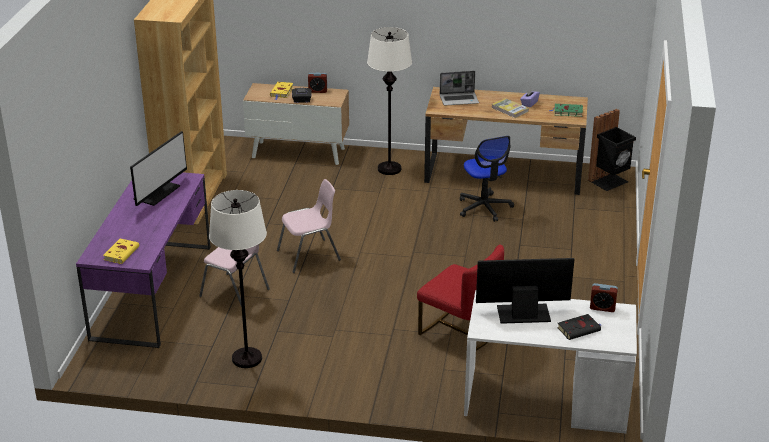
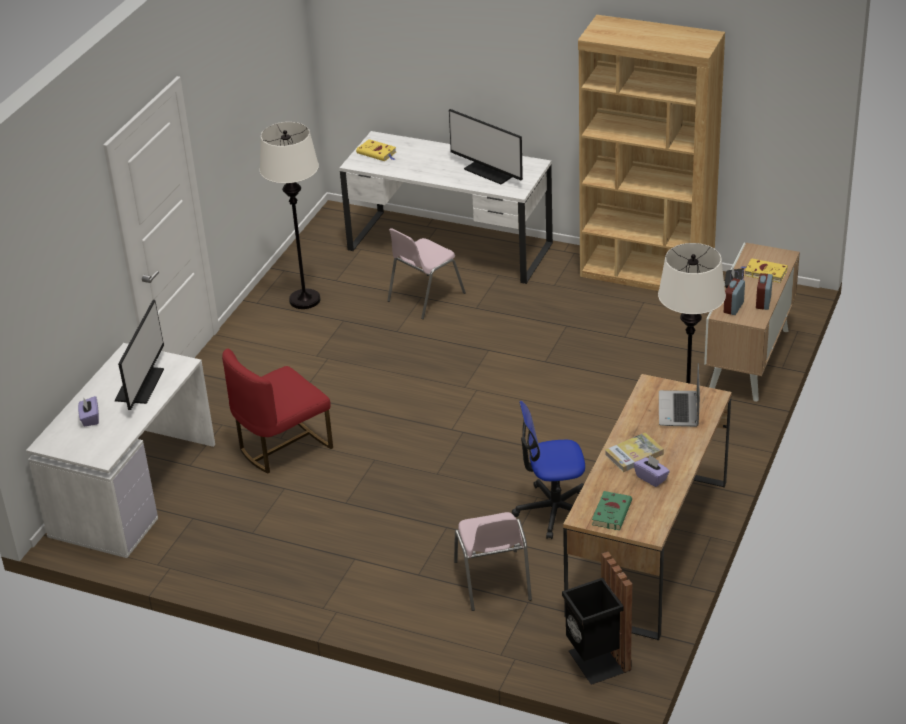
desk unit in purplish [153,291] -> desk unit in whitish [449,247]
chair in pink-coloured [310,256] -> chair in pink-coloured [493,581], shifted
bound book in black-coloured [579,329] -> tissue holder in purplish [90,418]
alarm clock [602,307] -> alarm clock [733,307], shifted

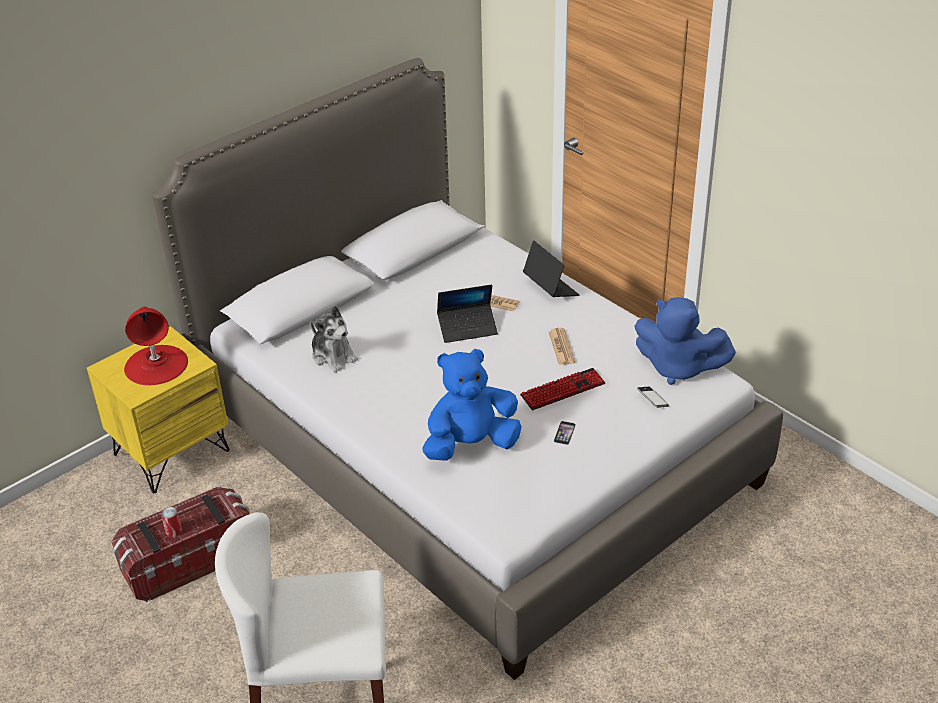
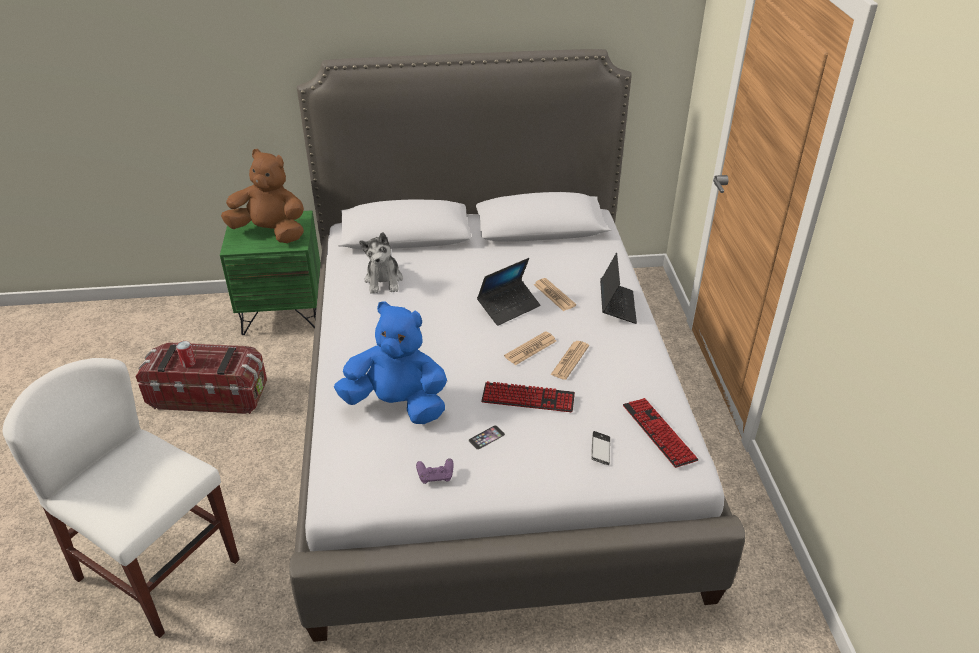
night table in yellowish [171,452] -> night table in green-coloured [283,312]
lamp for a table in red-coloured [156,365] -> cuddly toy in brownish [271,232]
notebook computer [467,328] -> notebook computer [509,307], 60 degrees counterclockwise
cuddly toy in bluish [677,367] -> keyboard [659,433]
none -> game controller in purplish [435,476]
none -> printed paper [530,349]

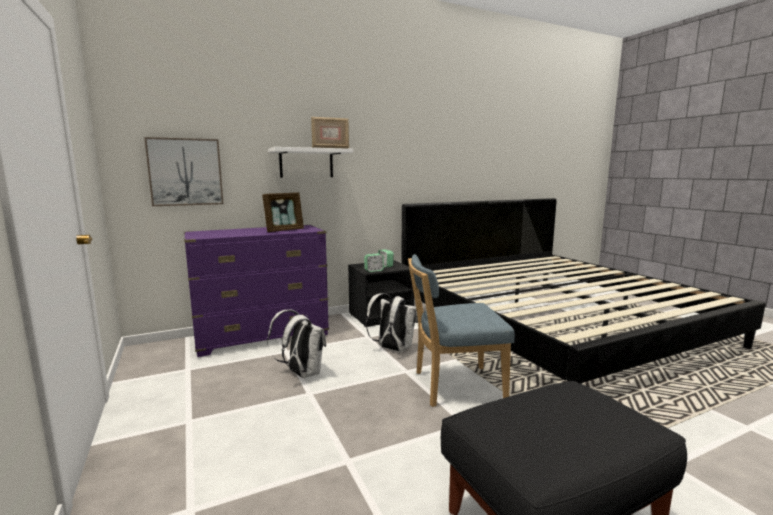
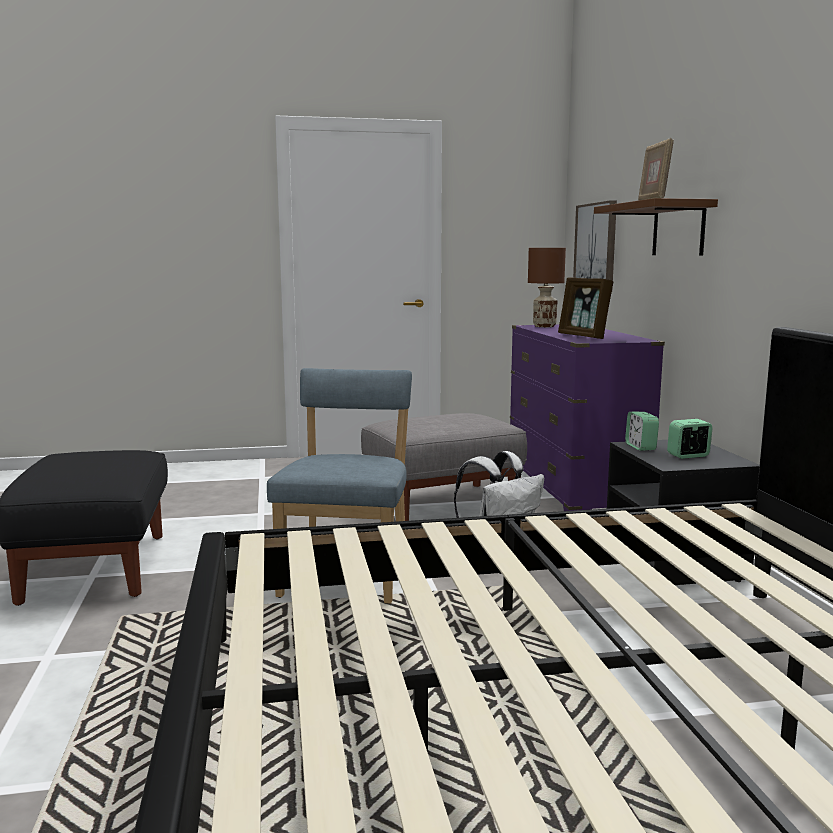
backpack in whitish [301,373] -> pouffe in grey [443,504]
shelf in whitish [306,163] -> shelf in brownish [678,229]
none -> lamp for a table in brownish [544,326]

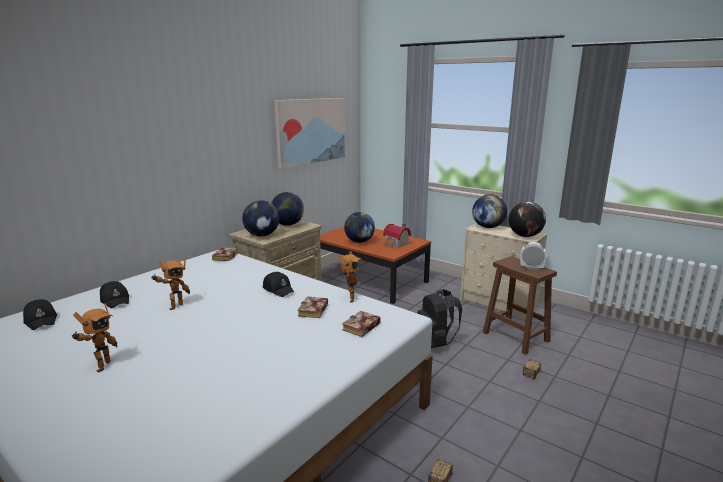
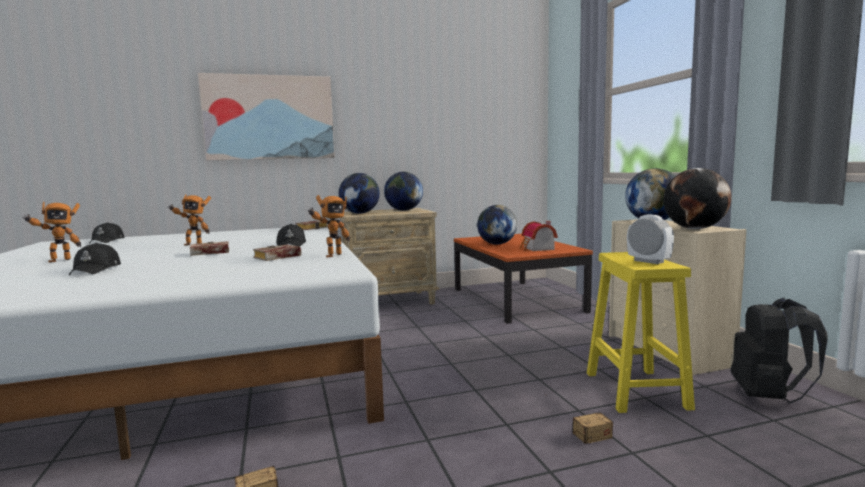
peaked cap in black-coloured [115,300] -> peaked cap in black-coloured [96,269], shifted
wall picture [310,131] -> wall picture [269,118], shifted
bound book [361,328] -> bound book [208,253], shifted
backpack in black-coloured [436,343] -> backpack in black-coloured [768,396], shifted
stool seat in brownish [516,337] -> stool seat in yellowish [637,391]

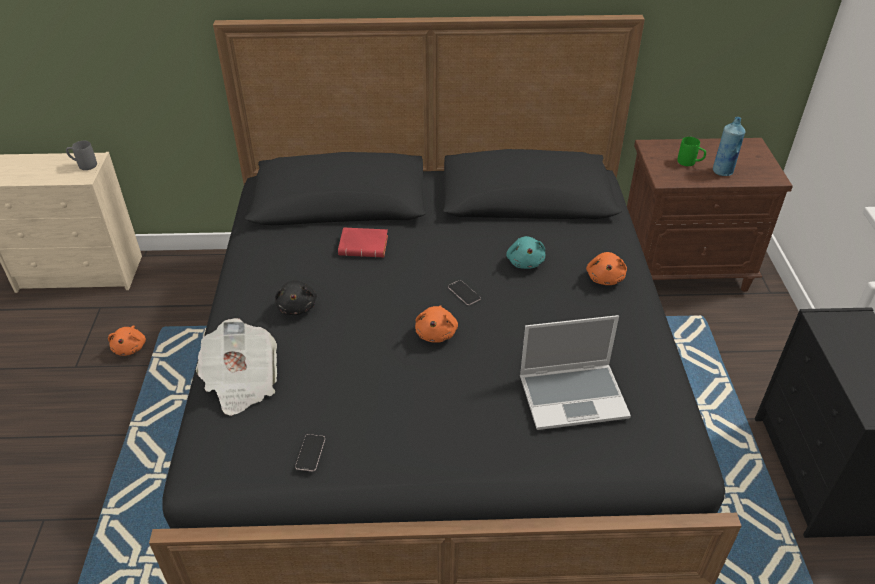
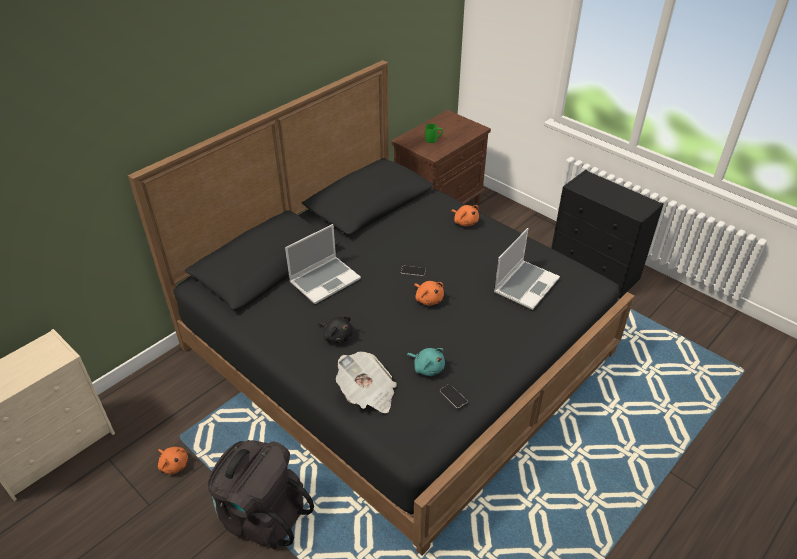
tea mug in grey [83,165] -> none
bound book in red-coloured [365,246] -> notebook computer [325,280]
cuddly toy in turquoise-coloured [525,261] -> cuddly toy in turquoise-coloured [427,367], shifted
drink bottle in bluish [722,171] -> none
none -> backpack in black-coloured [261,515]

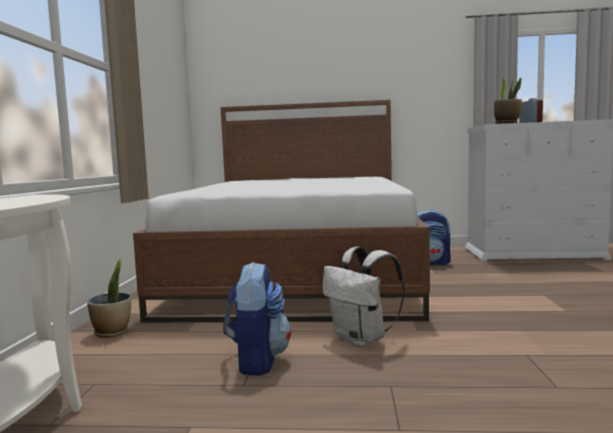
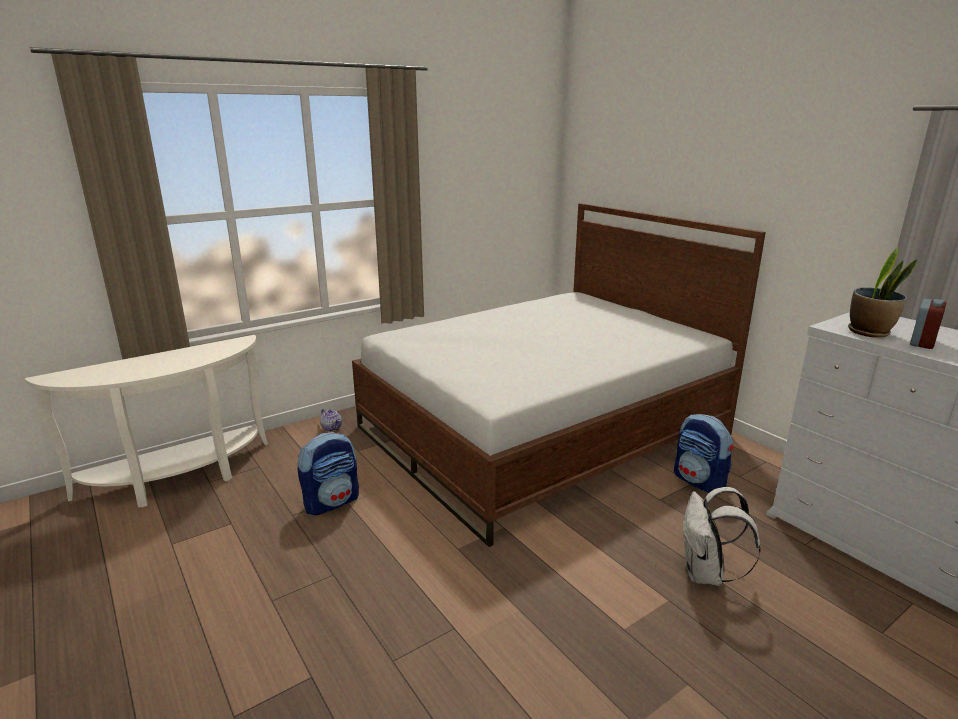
houseplant [112,332] -> teapot [332,428]
backpack in whitish [362,339] -> backpack in whitish [706,574], shifted

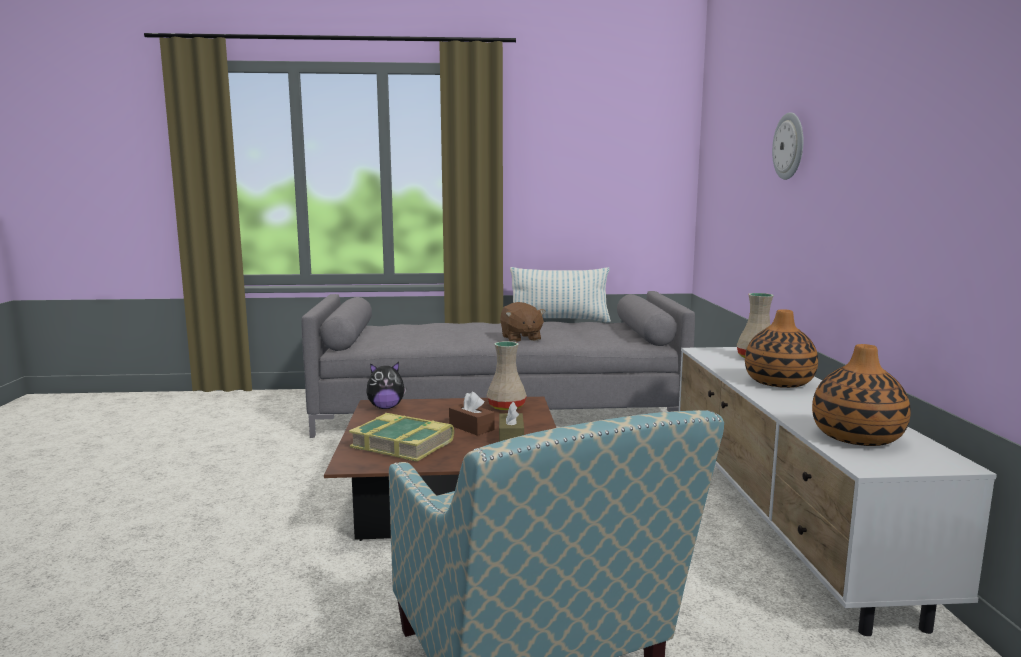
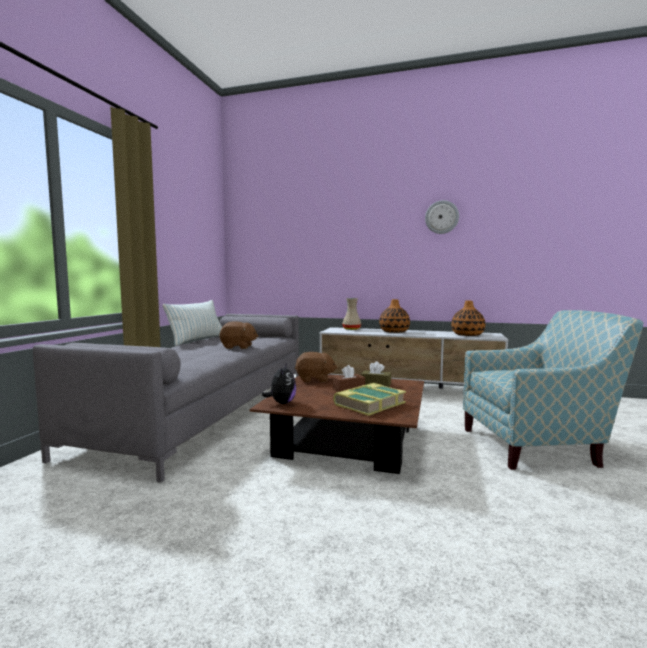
vase in beige [506,406] -> cuddly toy in brownish [314,380]
clock on the wall [789,146] -> clock on the wall [441,217], shifted

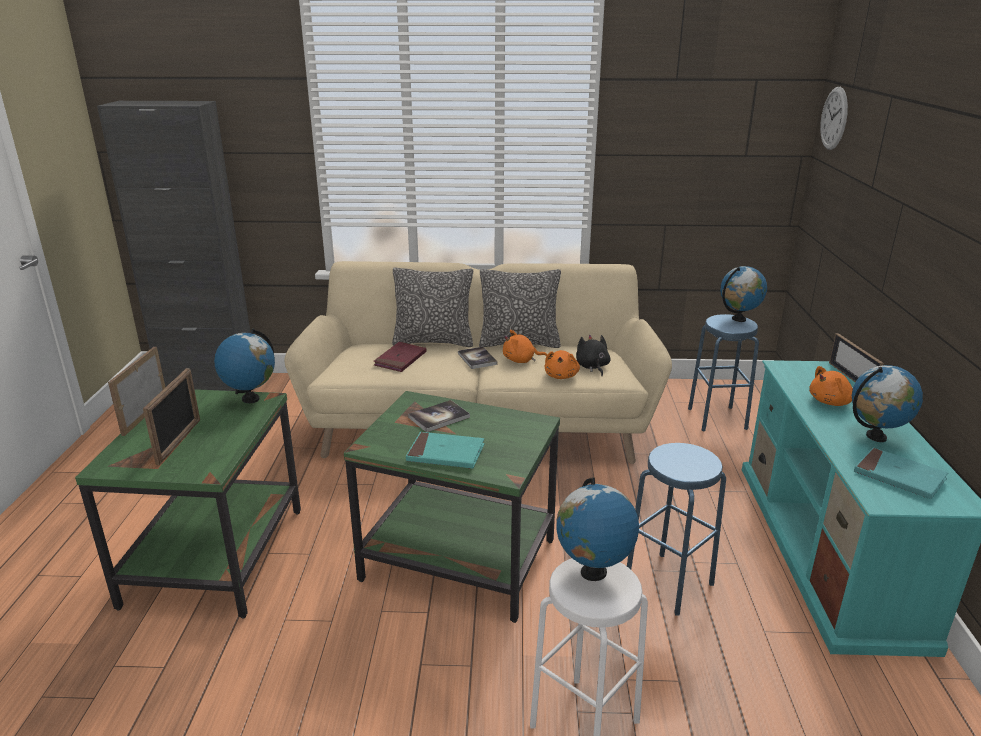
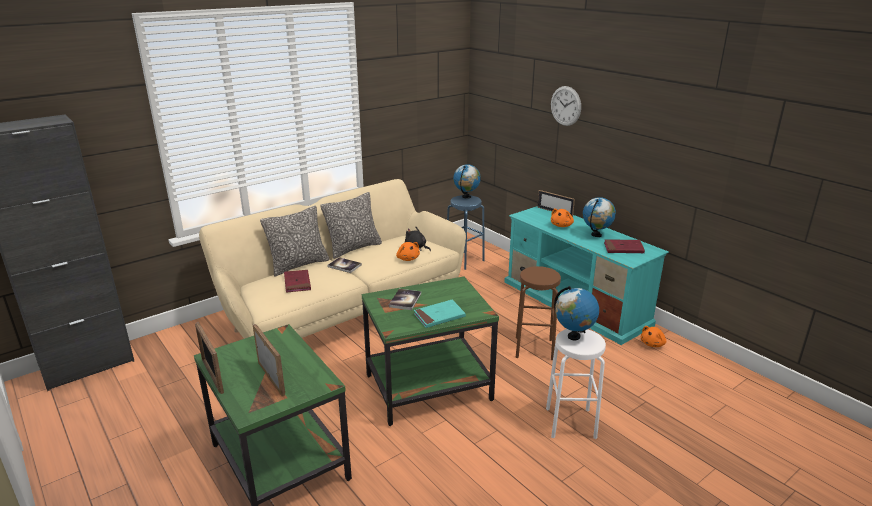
globe [250,399] -> none
cuddly toy in orange-coloured [521,360] -> cuddly toy in orange-coloured [653,344], shifted
stool seat in bluish [668,583] -> stool seat in brownish [534,348]
clock on the wall [834,118] -> clock on the wall [565,106], shifted
bound book in turquoise-coloured [899,476] -> bound book in red-coloured [623,248]

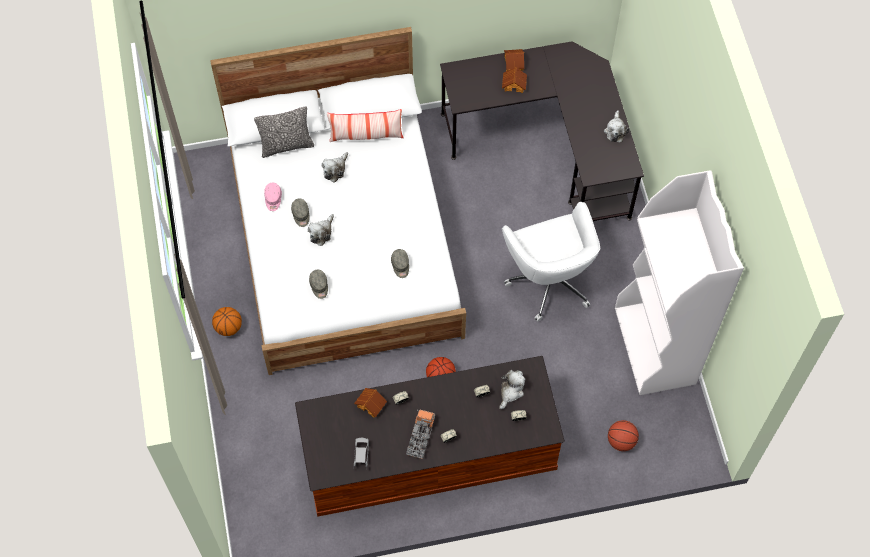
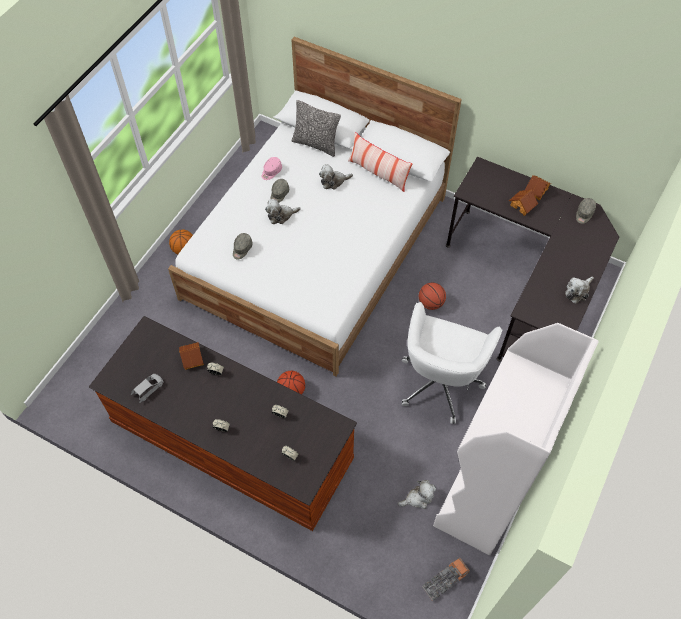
peaked cap in grey [400,265] -> peaked cap in grey [584,214], shifted
toy truck [420,436] -> toy truck [445,580], shifted
cuddly toy [511,391] -> cuddly toy [418,498], shifted
basketball [621,441] -> basketball [431,303], shifted

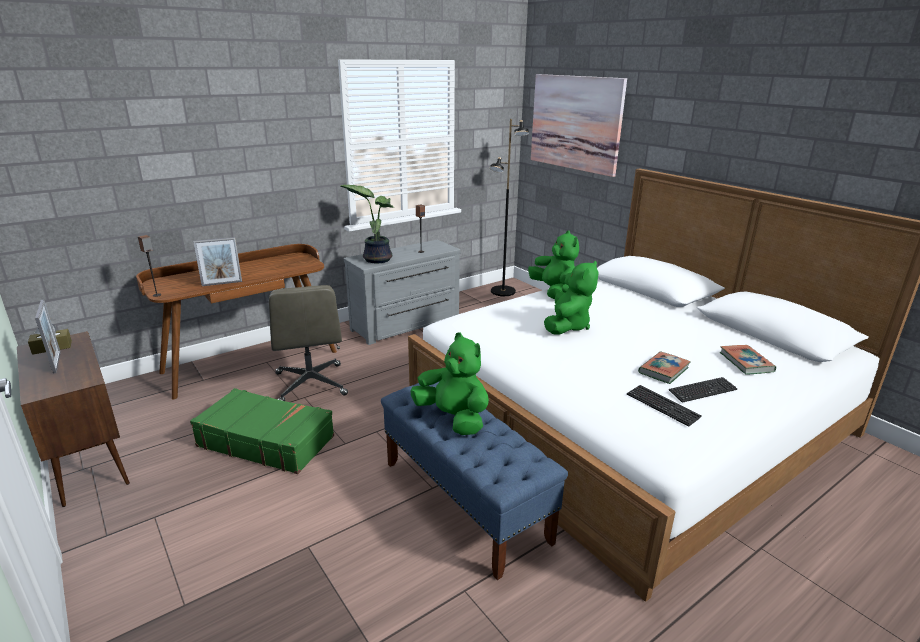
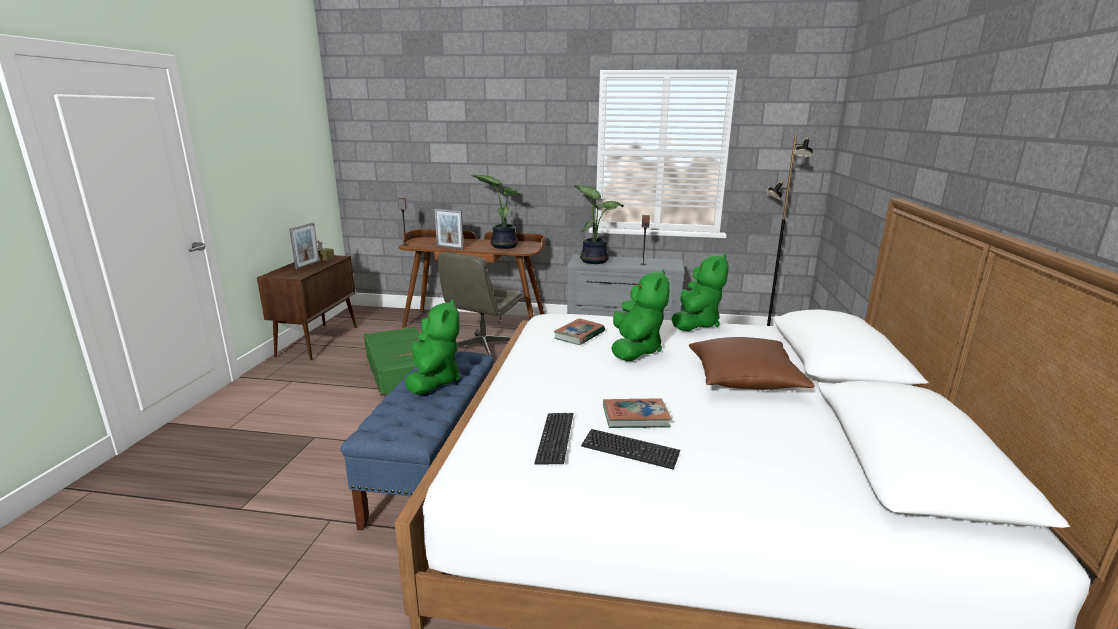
wall picture [575,123] -> none
cuddly toy in green-coloured [567,326] -> cuddly toy in green-coloured [635,350], 60 degrees counterclockwise
bound book [746,362] -> bound book [579,335], shifted
none -> houseplant [503,246]
none -> cushion in brownish [744,379]

